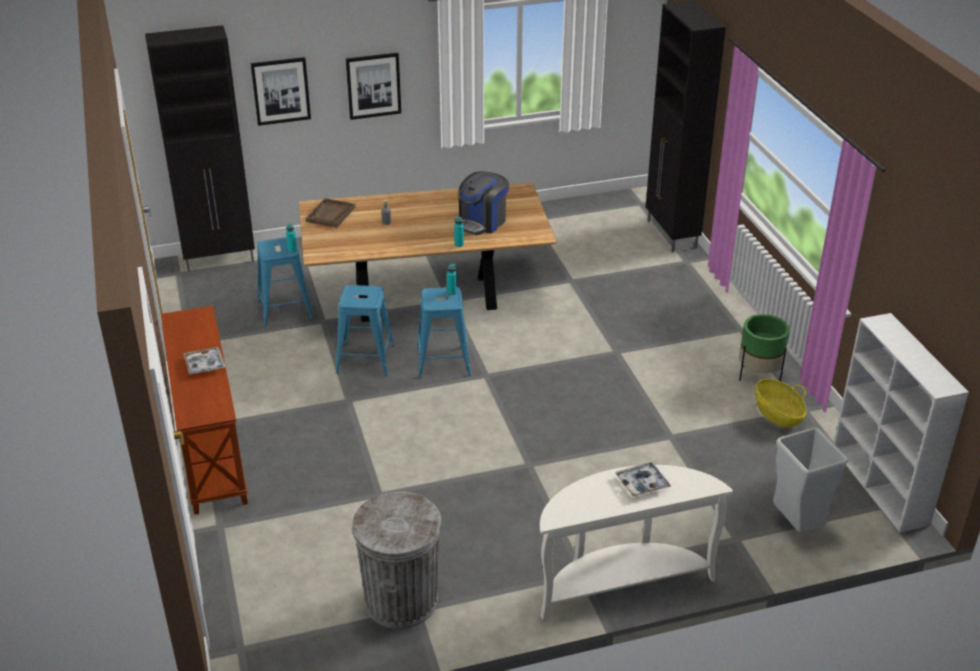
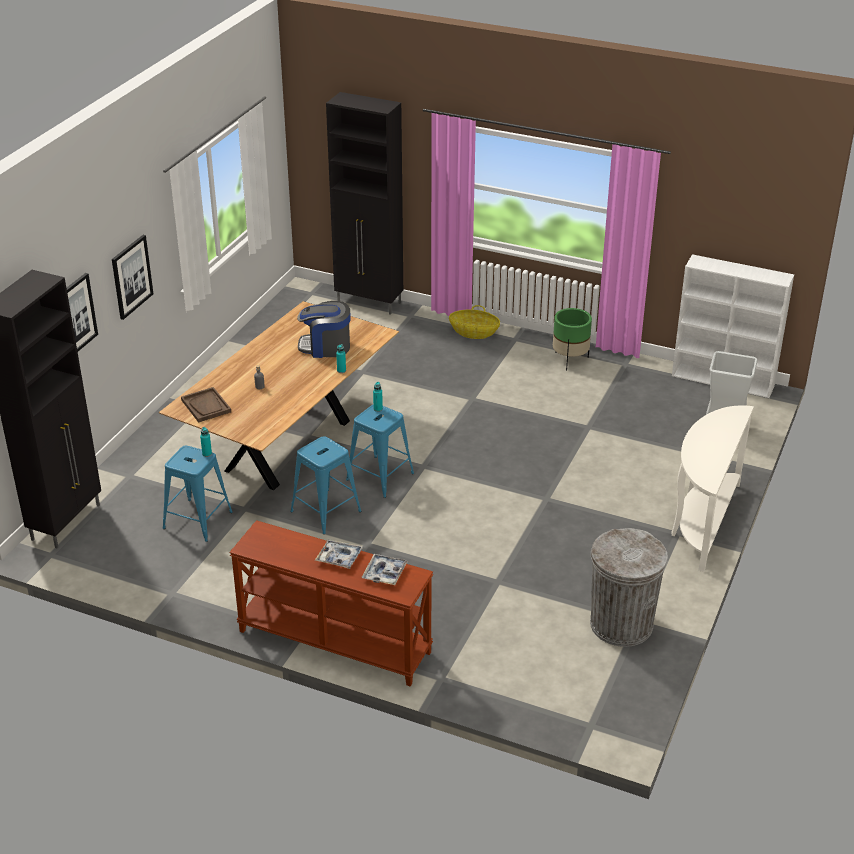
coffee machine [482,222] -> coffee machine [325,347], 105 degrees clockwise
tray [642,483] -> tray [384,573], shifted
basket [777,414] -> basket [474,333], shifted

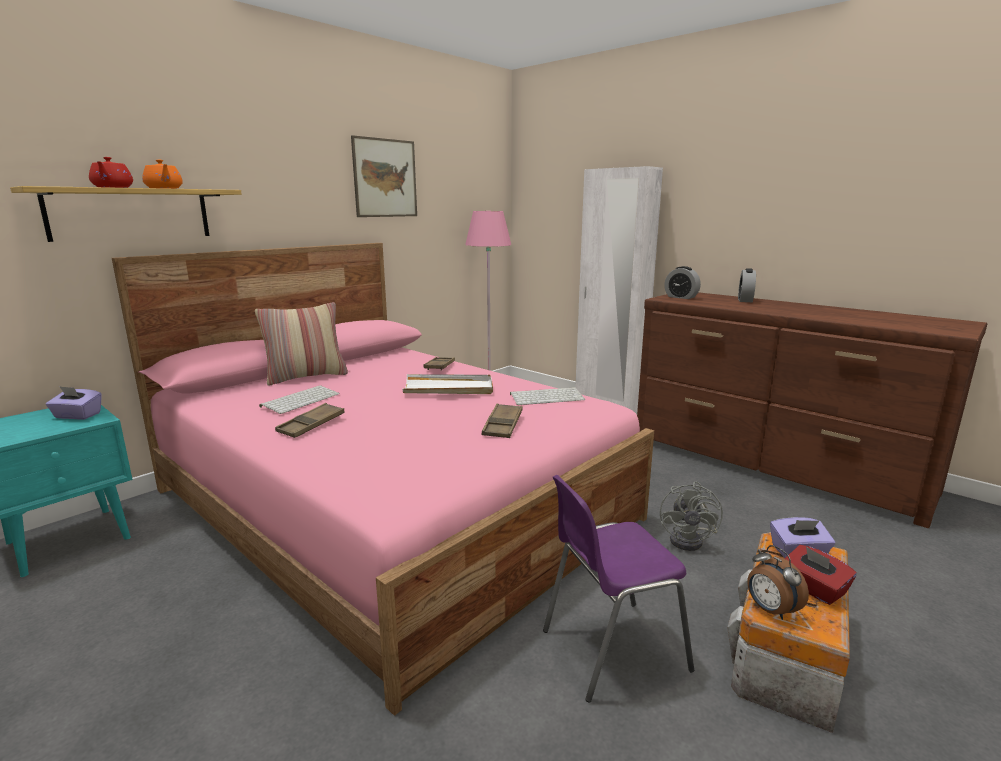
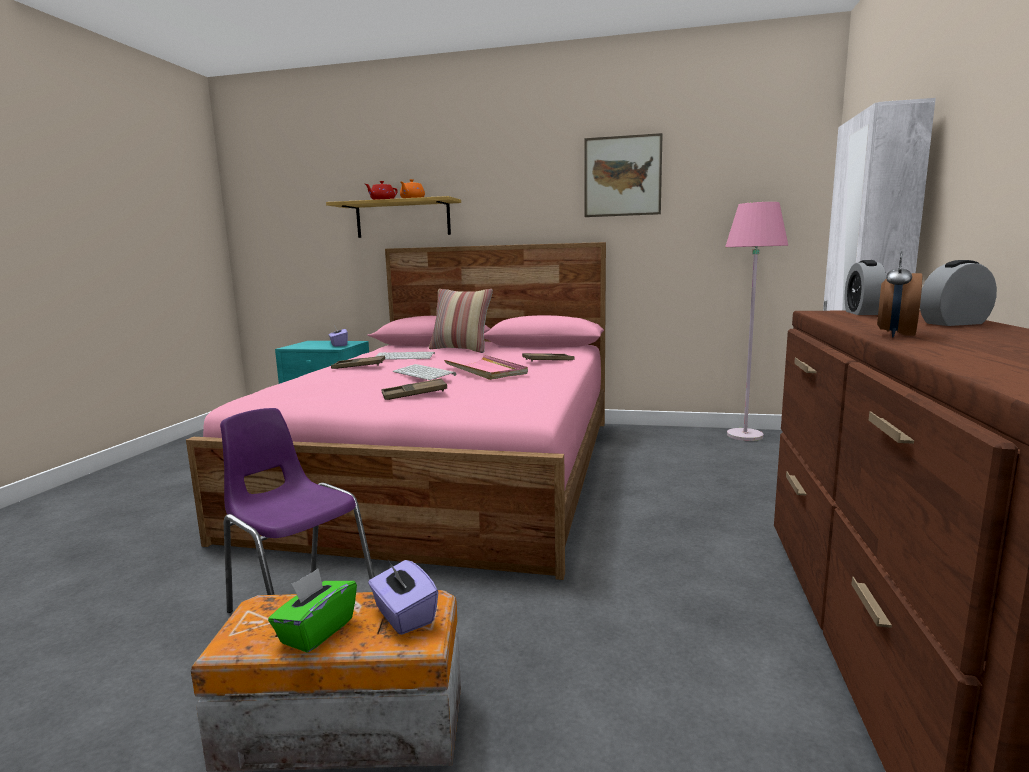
tray in whitish [448,388] -> tray in pink-coloured [486,370]
keyboard [547,397] -> keyboard [425,373], shifted
electric fan in grey [691,540] -> none
alarm clock [770,610] -> alarm clock [895,335], shifted
tissue holder in red-coloured [813,589] -> tissue holder in green-coloured [316,631]

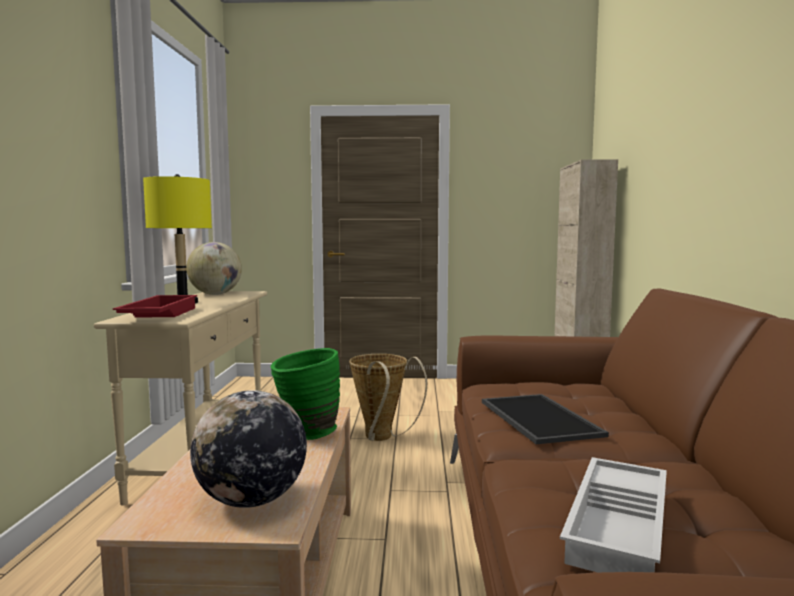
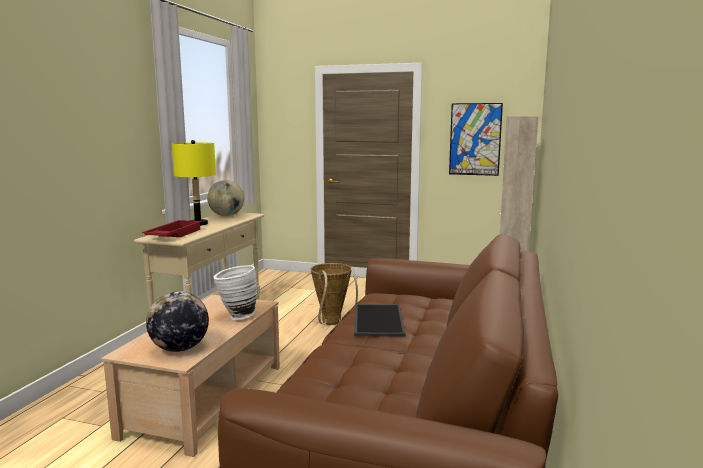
vase in green-coloured [306,435] -> vase in whitish [236,317]
tray in whitish [621,526] -> none
none -> wall picture [475,139]

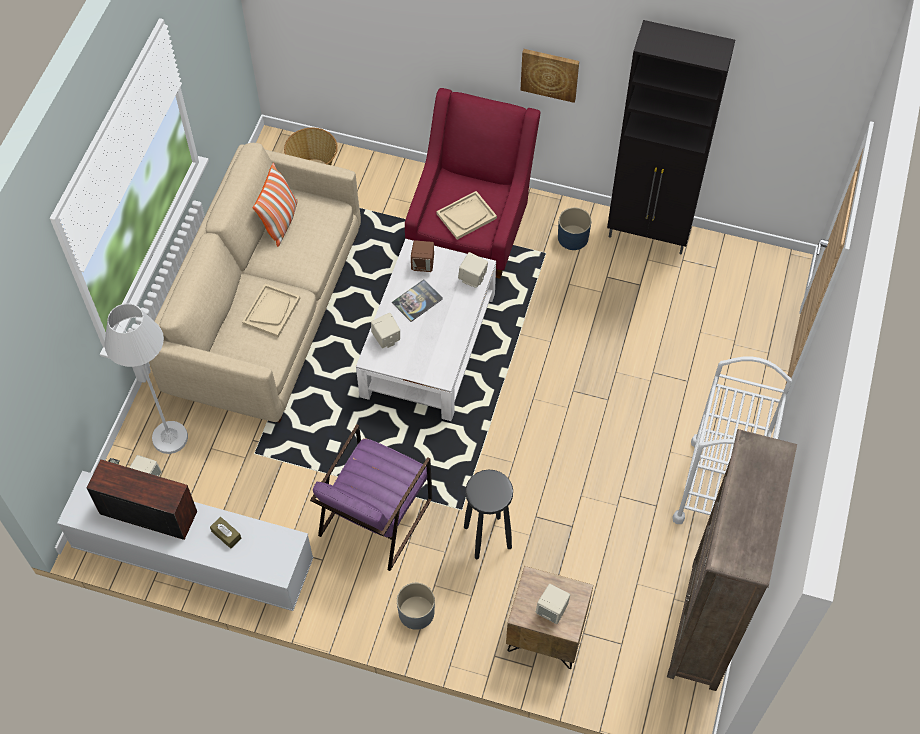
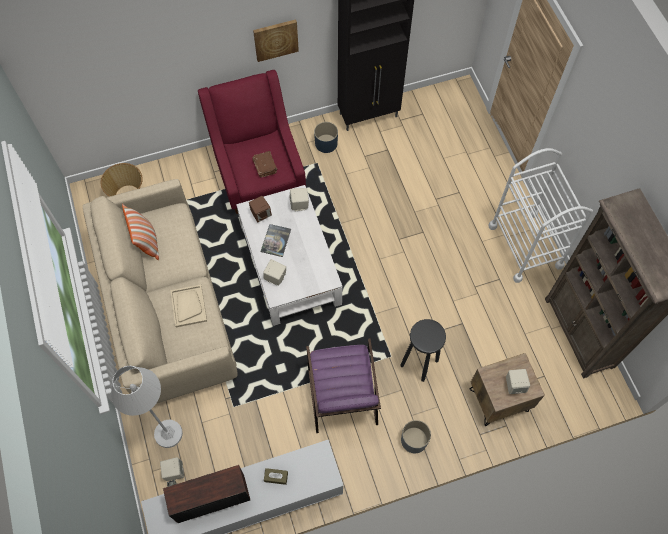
tray in beige [466,216] -> bound book in brownish [265,166]

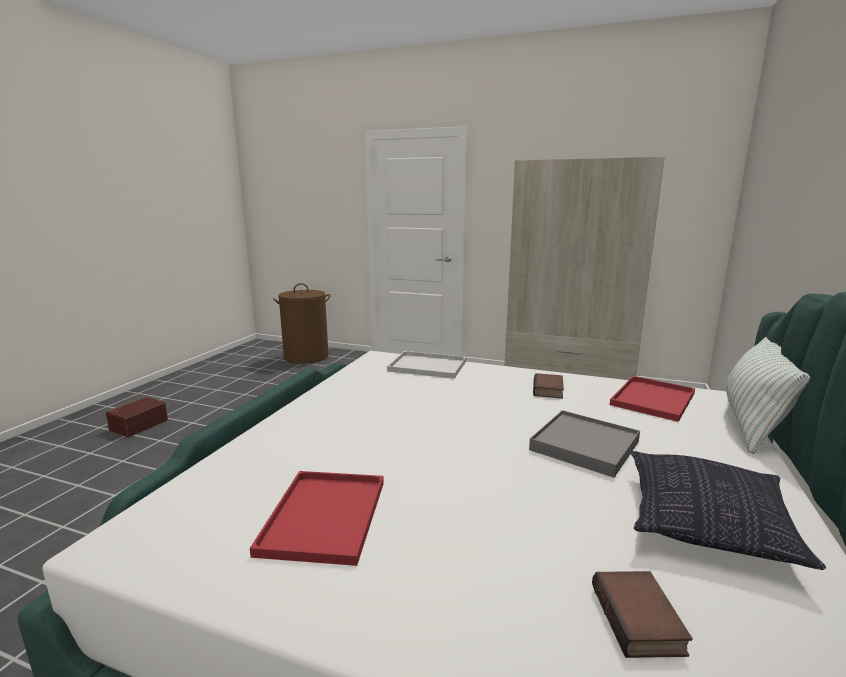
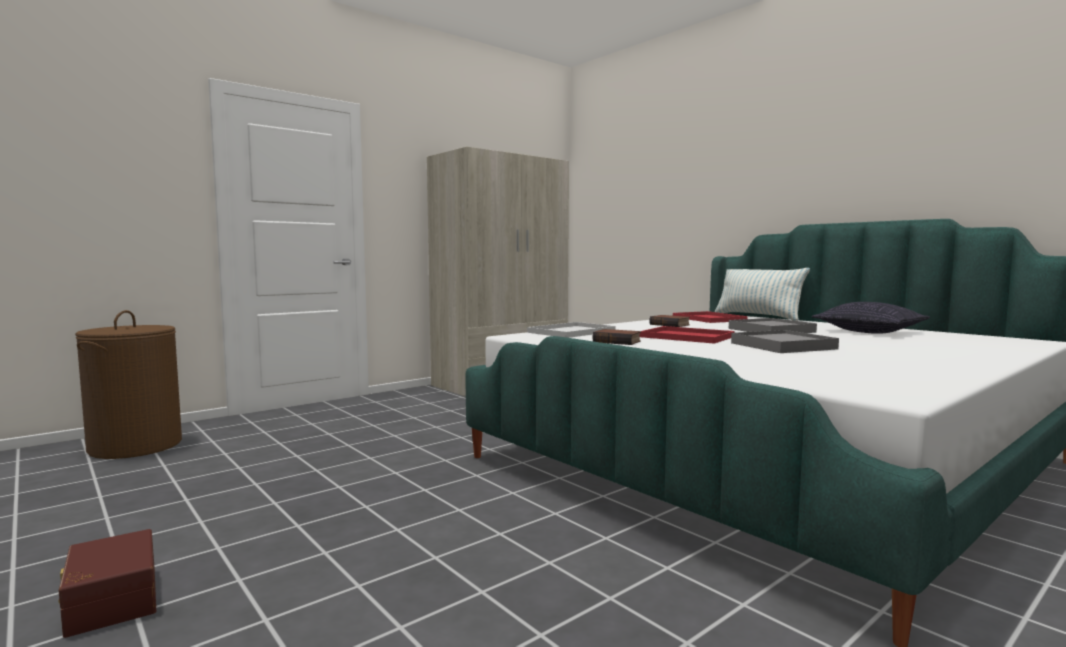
tray in red-coloured [325,518] -> tray in red-coloured [688,337], shifted
bound book [640,621] -> bound book [618,341], shifted
none -> tray in grey [782,346]

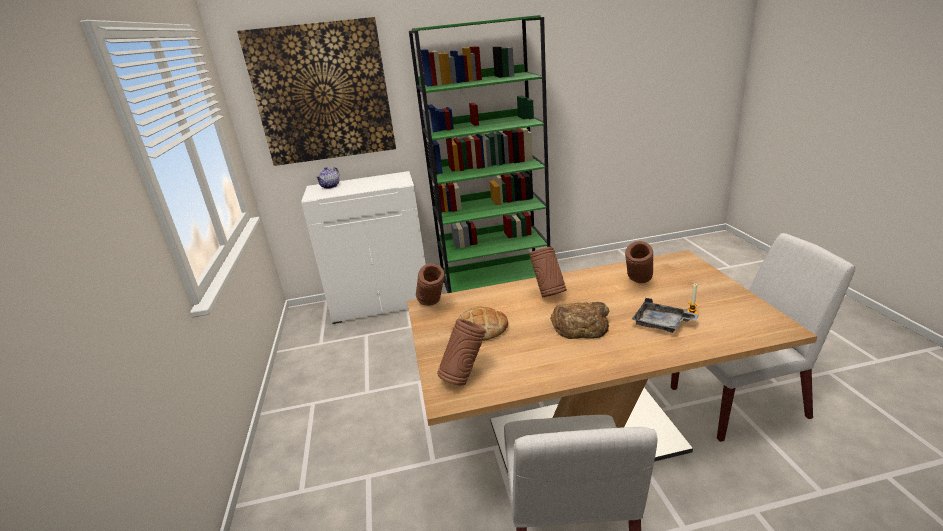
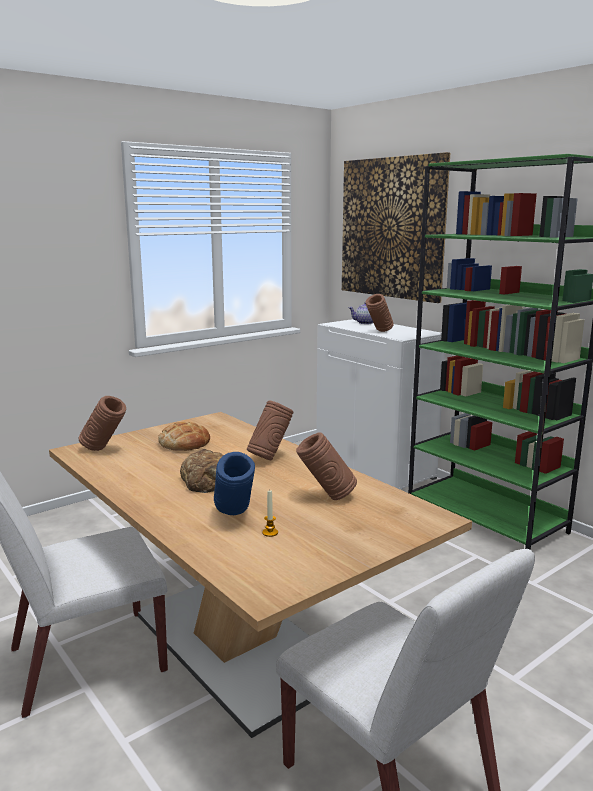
vase in brownish [432,307] -> vase in brownish [379,332], shifted
tray in grey [662,324] -> vase in bluish [234,518]

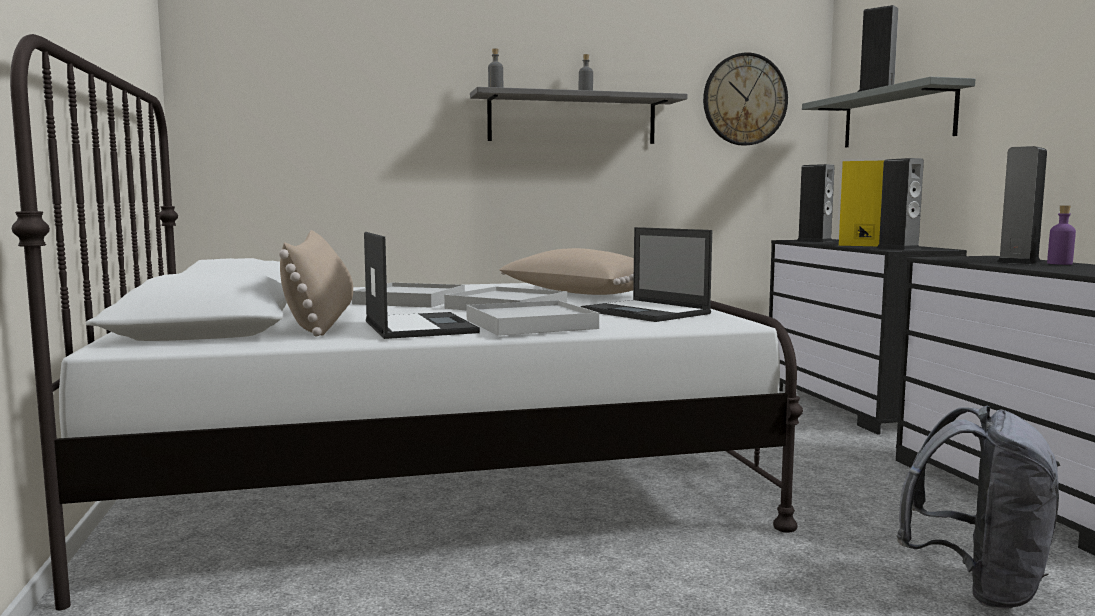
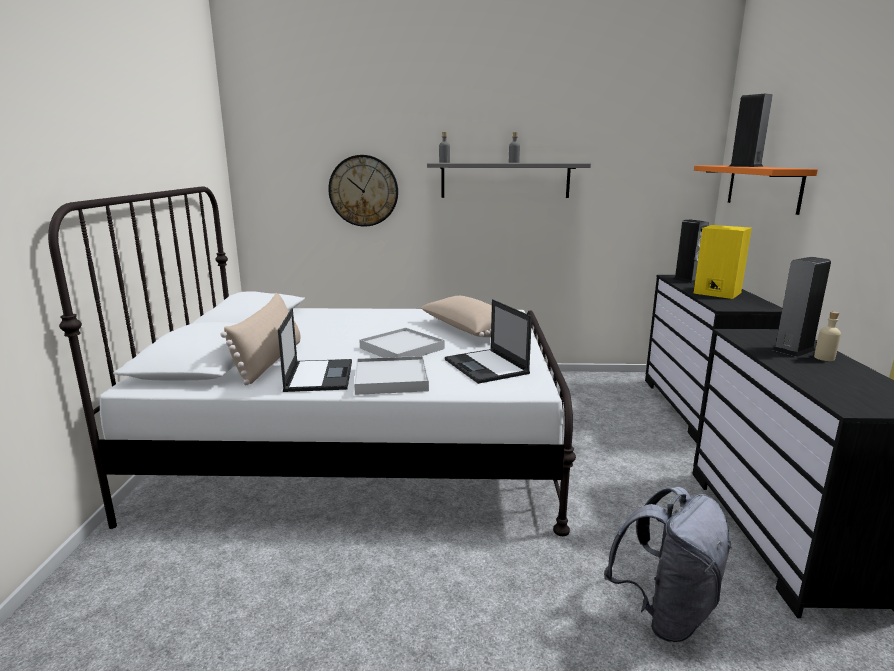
tray in whitish [410,300] -> none
clock on the wall [744,99] -> clock on the wall [363,191], shifted
shelf in grey [897,117] -> shelf in orange-coloured [763,187]
speaker [898,248] -> none
drink bottle in purplish [1059,263] -> drink bottle in beige [824,358]

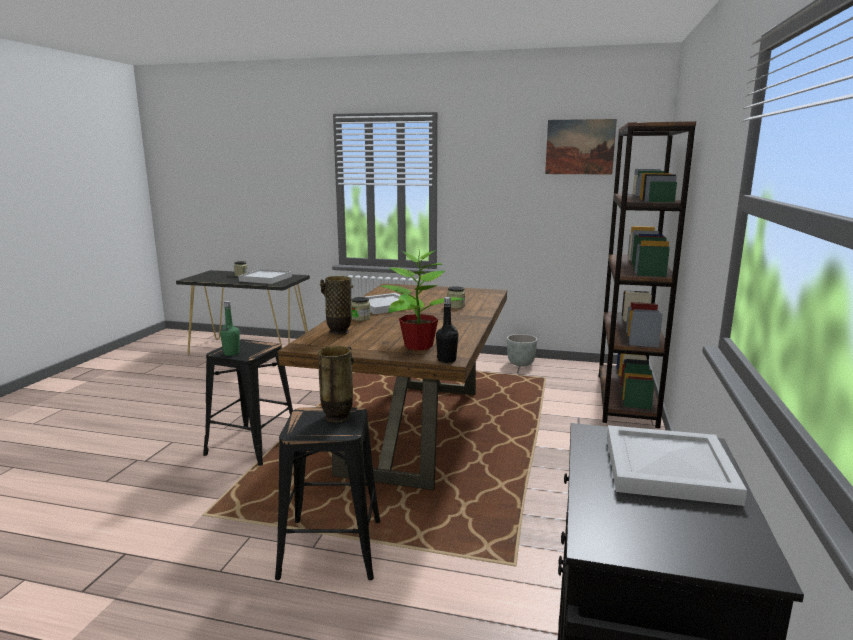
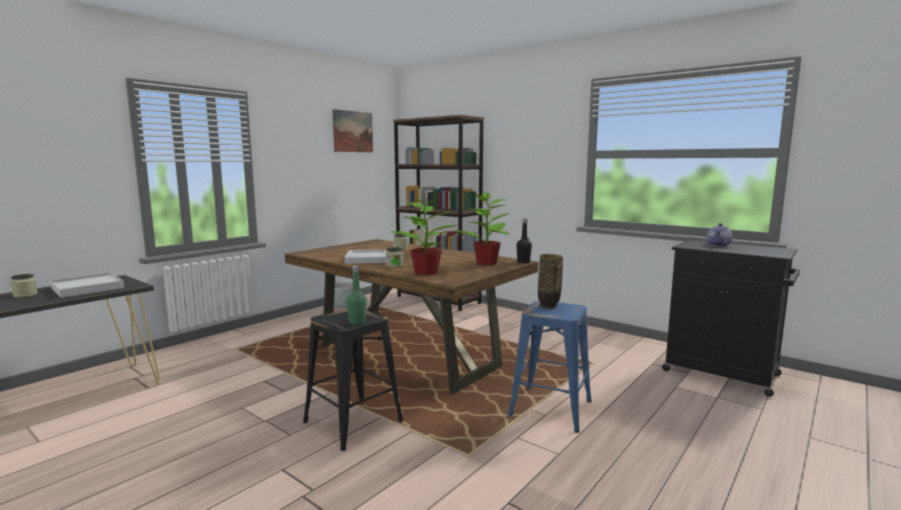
stool seat in black-coloured [331,549] -> stool seat in bluish [551,408]
vase [339,332] -> houseplant [426,272]
tray in whitish [670,469] -> teapot [719,245]

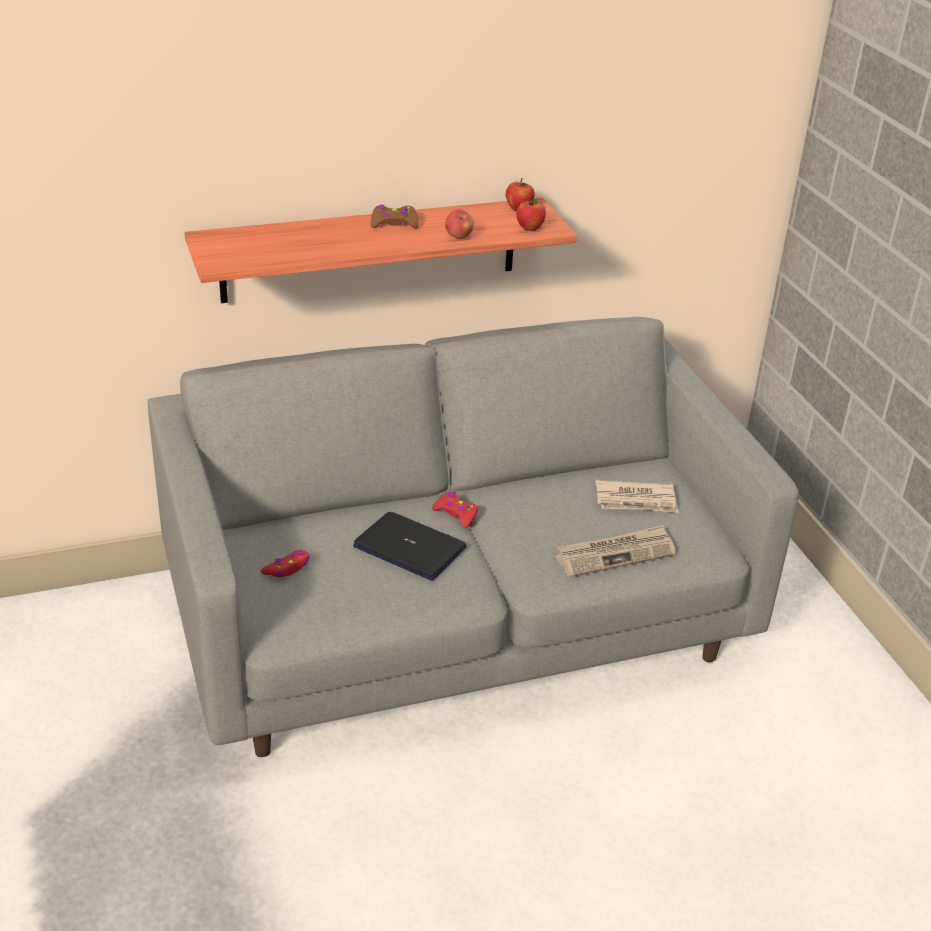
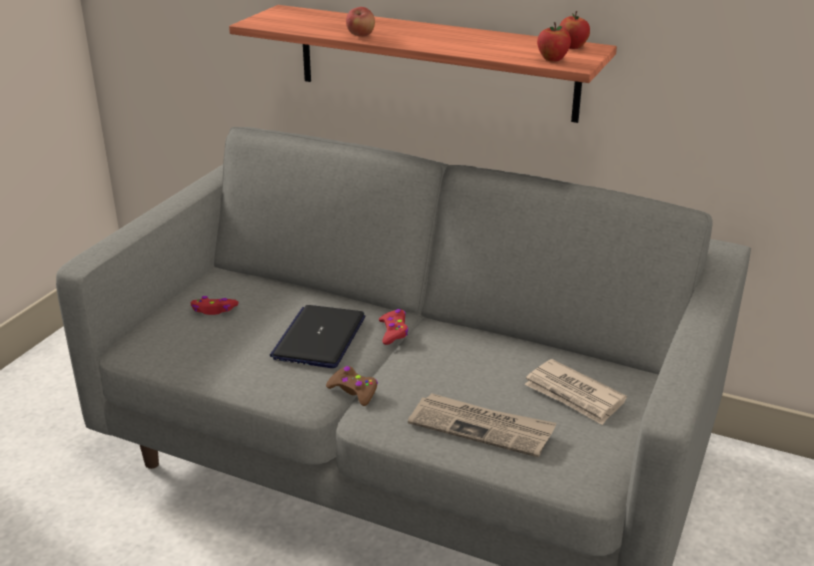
notebook computer [410,547] -> notebook computer [319,338], 150 degrees counterclockwise
game controller in brownish [394,223] -> game controller in brownish [353,391], shifted
apple [458,237] -> apple [361,35], shifted

